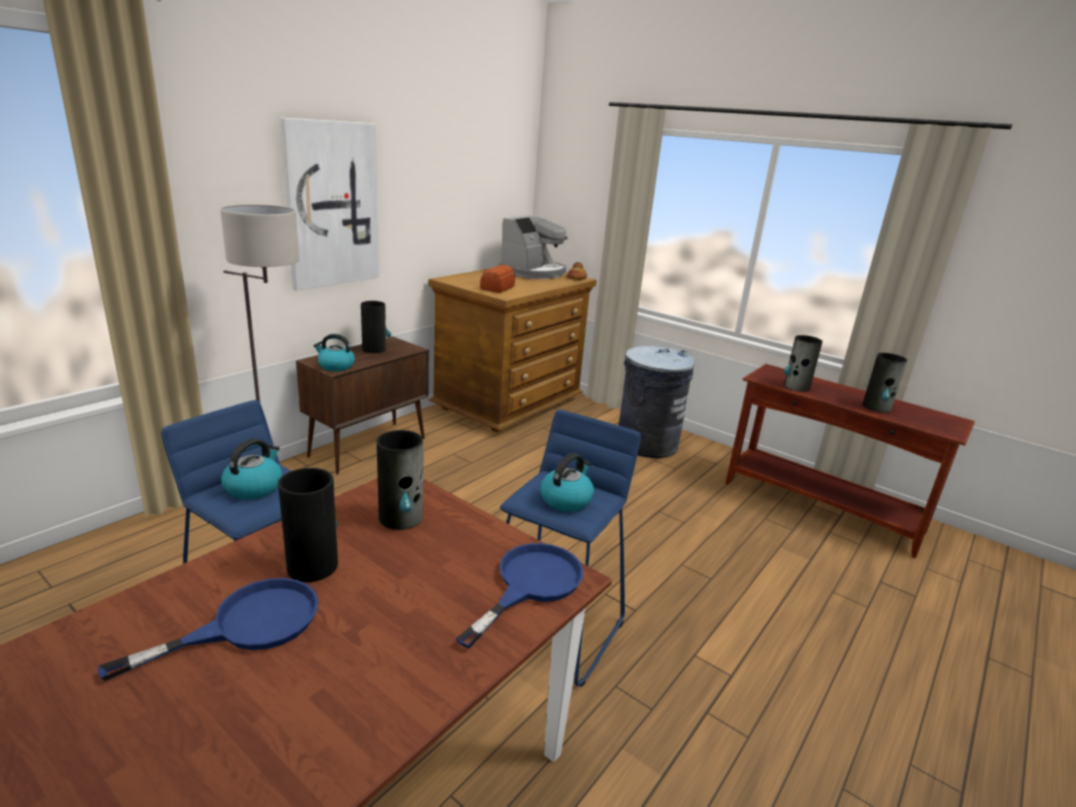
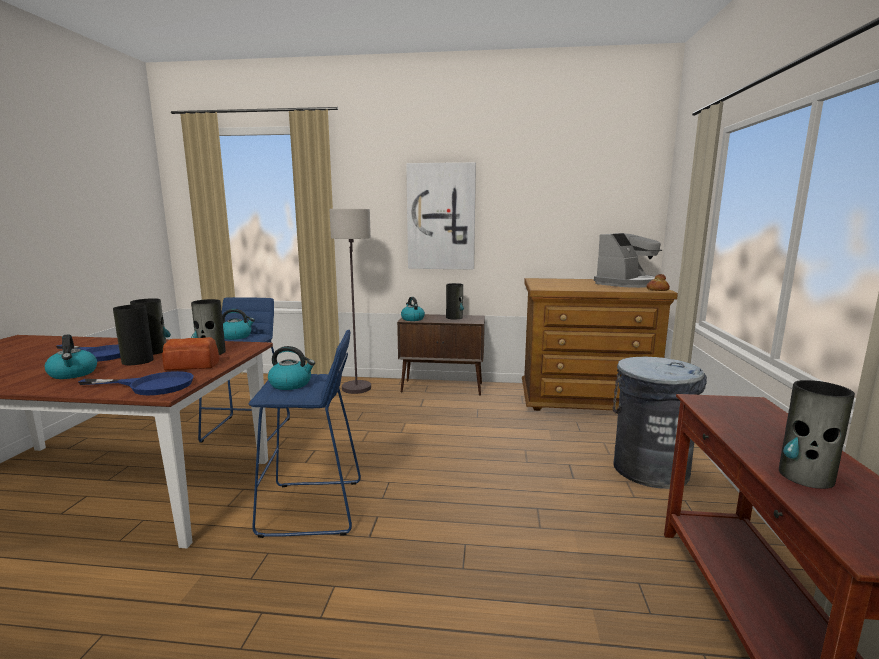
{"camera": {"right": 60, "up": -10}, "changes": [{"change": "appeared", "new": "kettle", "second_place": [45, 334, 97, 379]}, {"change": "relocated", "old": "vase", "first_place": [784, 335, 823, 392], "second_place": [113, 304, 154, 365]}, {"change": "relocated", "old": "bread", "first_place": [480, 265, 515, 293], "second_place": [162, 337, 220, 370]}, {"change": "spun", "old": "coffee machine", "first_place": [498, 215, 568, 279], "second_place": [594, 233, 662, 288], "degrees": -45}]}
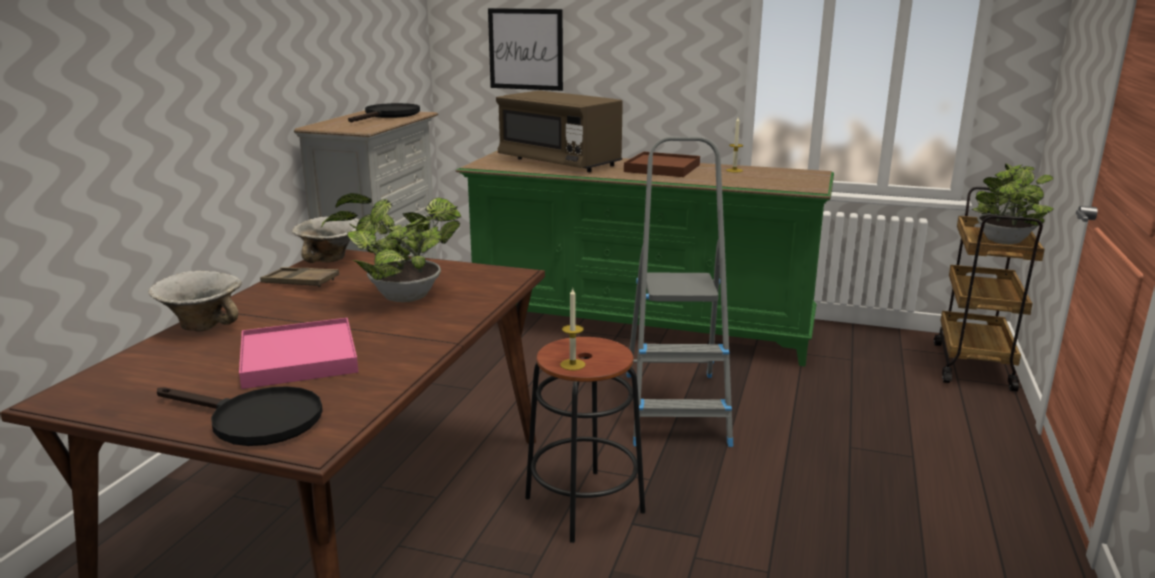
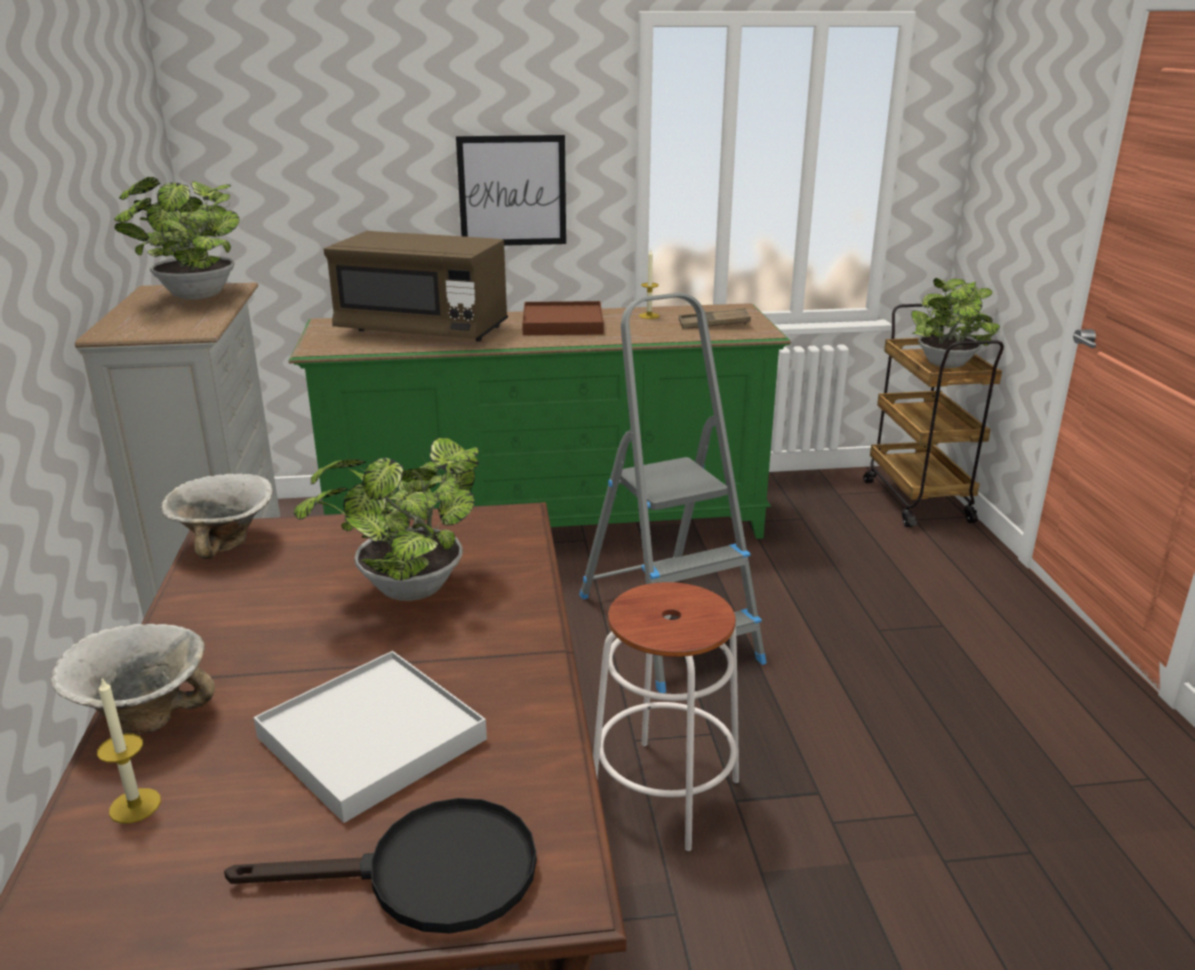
{"camera": {"right": -25, "up": 5}, "changes": [{"change": "relocated", "old": "candle", "first_place": [560, 288, 585, 370], "second_place": [97, 678, 161, 823]}, {"change": "exchanged", "old": "frying pan (black)", "new": "potted plant", "first_place": [348, 103, 420, 122], "second_place": [114, 177, 239, 300]}, {"change": "colour", "old": "tray (pink)", "new": "tray (white)", "first_place": [239, 318, 358, 389], "second_place": [253, 651, 487, 823]}, {"change": "relocated", "old": "picture", "first_place": [488, 8, 563, 91], "second_place": [456, 135, 566, 246]}, {"change": "colour", "old": "stool (black)", "new": "stool (white)", "first_place": [525, 337, 645, 543], "second_place": [593, 582, 739, 851]}, {"change": "relocated", "old": "tray (brown)", "first_place": [260, 267, 340, 287], "second_place": [679, 308, 751, 329]}]}
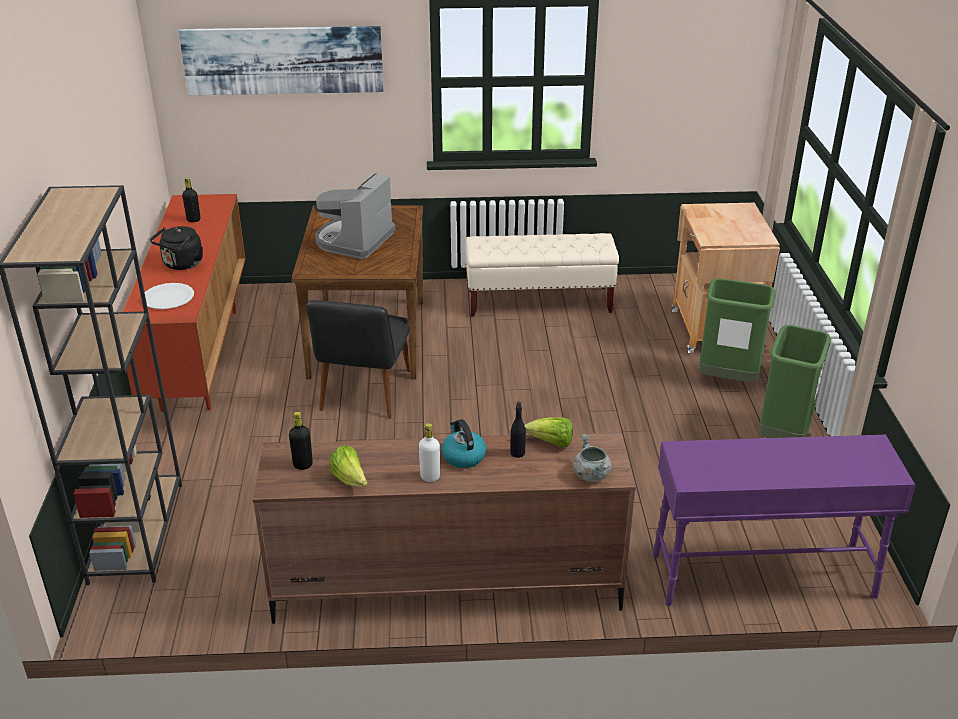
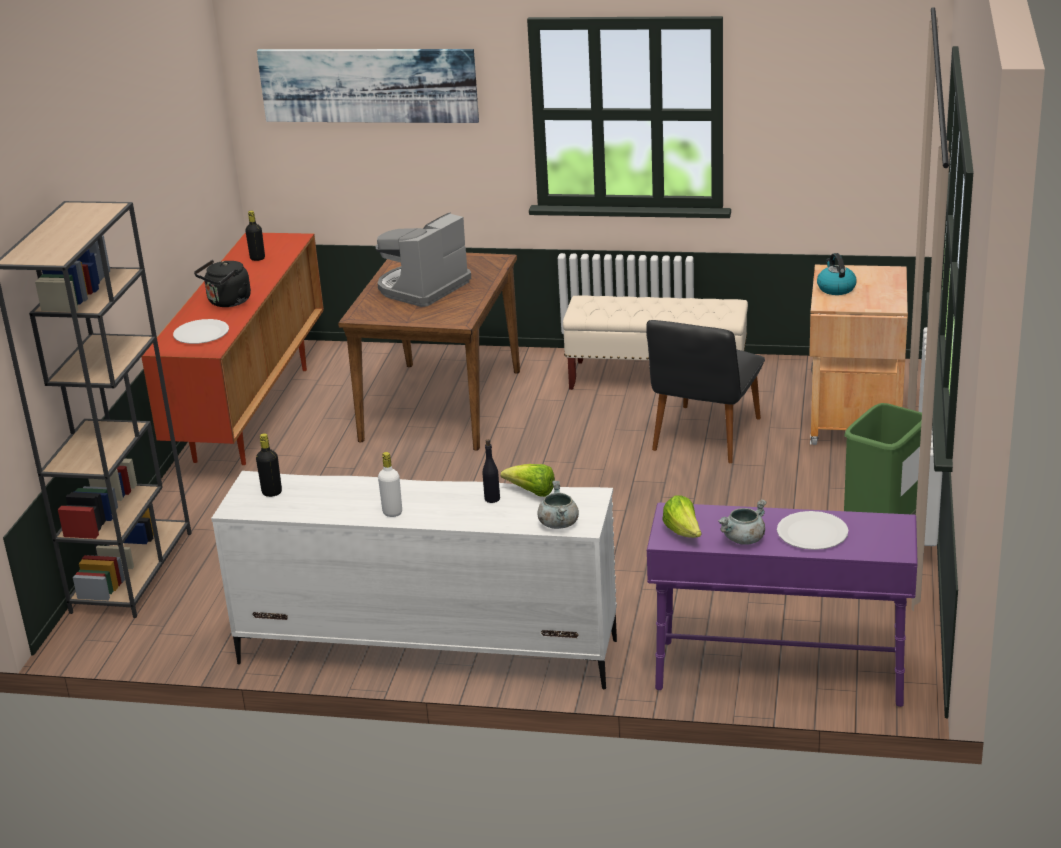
{"camera": {"right": 15, "up": -5}, "changes": [{"change": "colour", "old": "dresser (brown)", "new": "dresser (white)", "first_place": [253, 432, 636, 624], "second_place": [211, 471, 617, 690]}, {"change": "relocated", "old": "chair (black)", "first_place": [306, 300, 411, 419], "second_place": [646, 320, 765, 463]}, {"change": "relocated", "old": "lettuce", "first_place": [329, 445, 368, 487], "second_place": [662, 495, 702, 538]}, {"change": "appeared", "new": "cooking pot (grey)", "second_place": [718, 499, 767, 545]}, {"change": "appeared", "new": "plate (white)", "second_place": [777, 511, 848, 550]}, {"change": "relocated", "old": "kettle", "first_place": [442, 419, 486, 468], "second_place": [817, 253, 857, 295]}, {"change": "missing", "old": "trash can (green)", "first_place": [699, 278, 775, 382]}]}
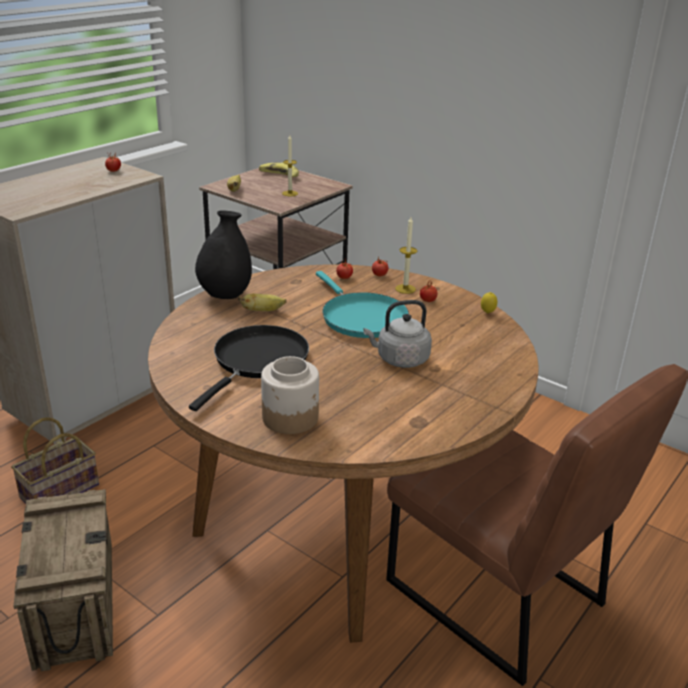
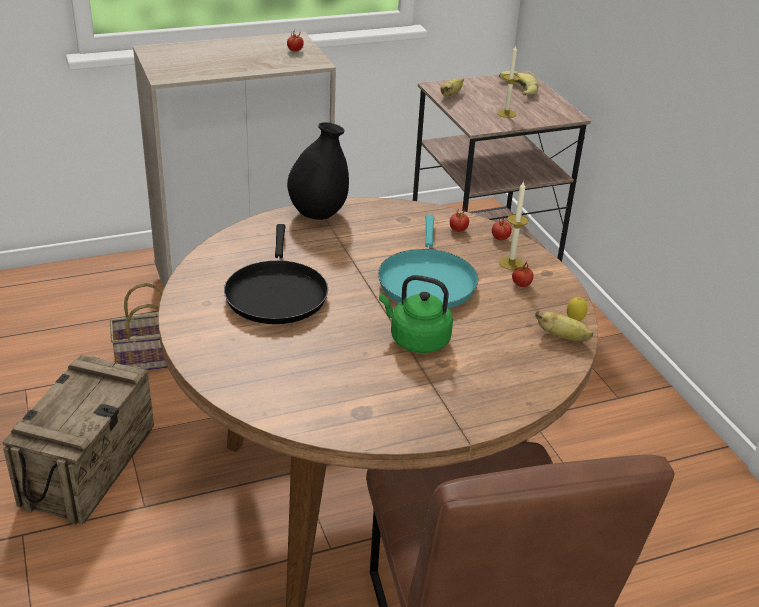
{"camera": {"right": 30, "up": 5}, "changes": [{"change": "spun", "old": "frying pan (black)", "first_place": [189, 325, 309, 411], "second_place": [224, 224, 328, 324], "degrees": 120}, {"change": "colour", "old": "kettle (grey)", "new": "kettle (green)", "first_place": [363, 300, 432, 368], "second_place": [379, 275, 453, 353]}, {"change": "relocated", "old": "banana", "first_place": [238, 294, 287, 311], "second_place": [535, 311, 593, 341]}, {"change": "missing", "old": "jar", "first_place": [261, 356, 319, 434]}]}
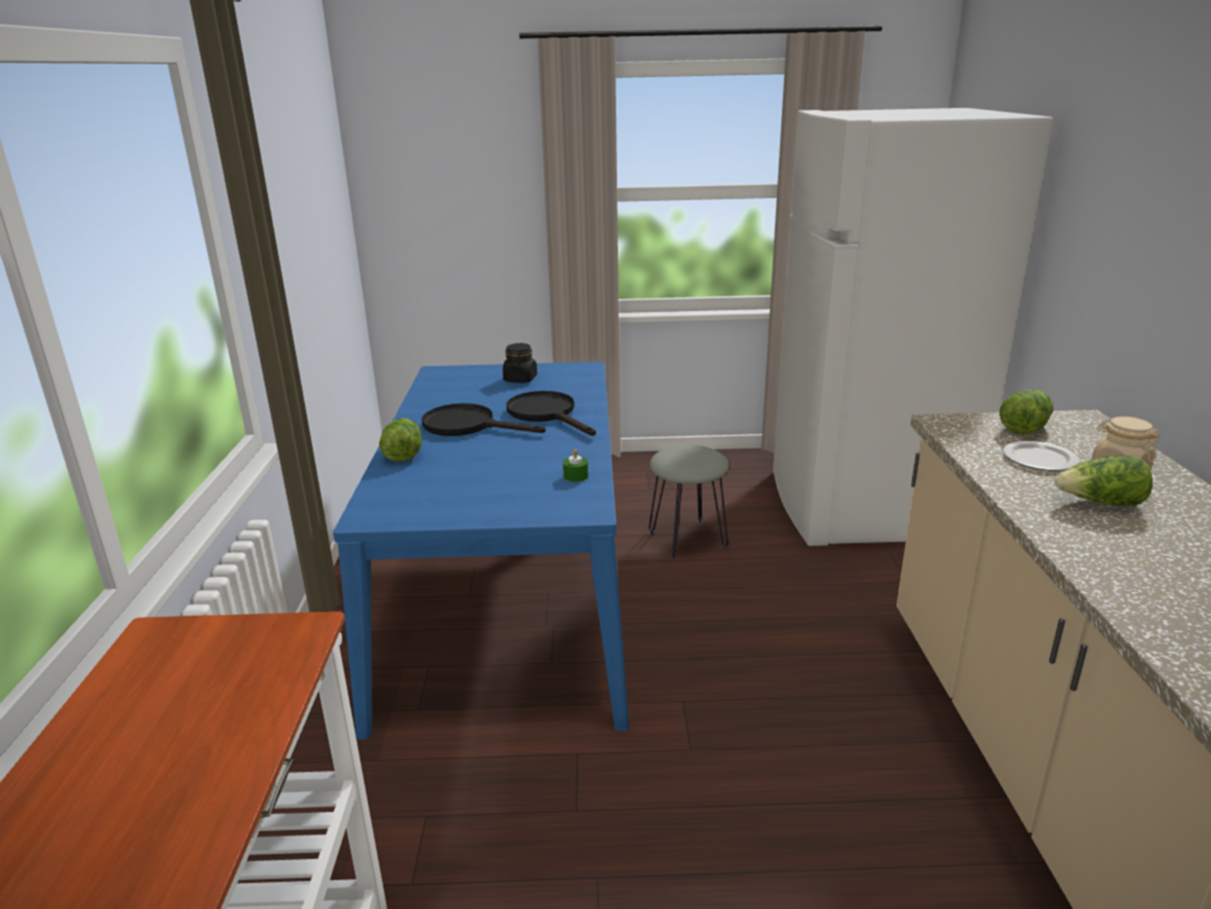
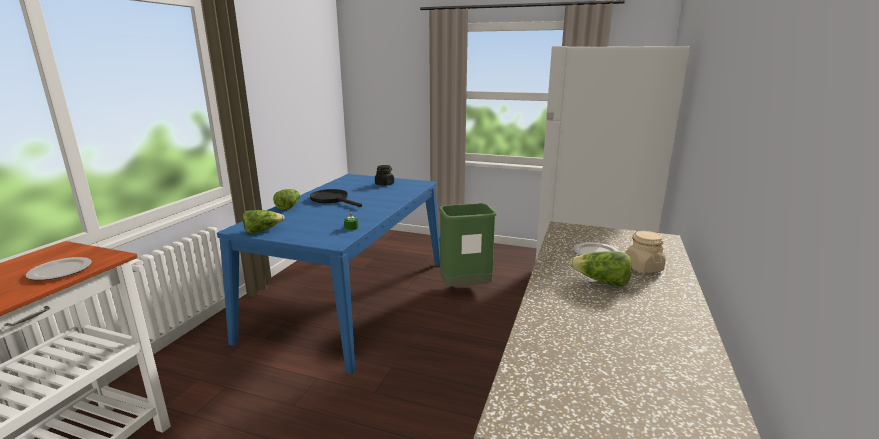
{"camera": {"right": 20, "up": -5}, "changes": [{"change": "appeared", "new": "plate", "second_place": [26, 257, 92, 280]}, {"change": "relocated", "old": "lettuce", "first_place": [999, 390, 1053, 435], "second_place": [242, 210, 284, 233]}, {"change": "exchanged", "old": "stool (grey)", "new": "trash can (green)", "first_place": [649, 444, 729, 561], "second_place": [439, 203, 497, 286]}, {"change": "missing", "old": "frying pan (black)", "first_place": [506, 391, 596, 436]}]}
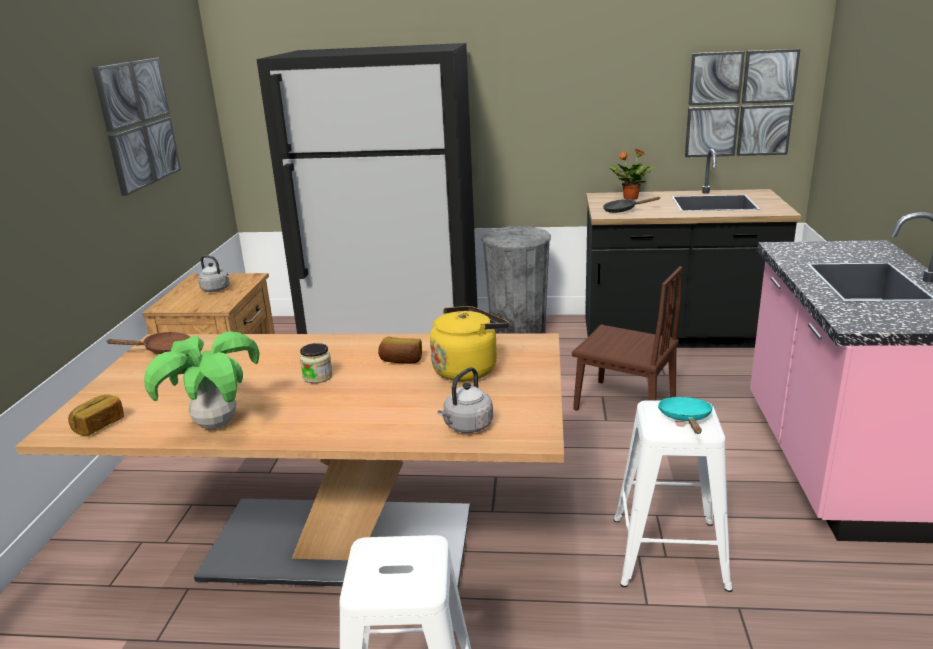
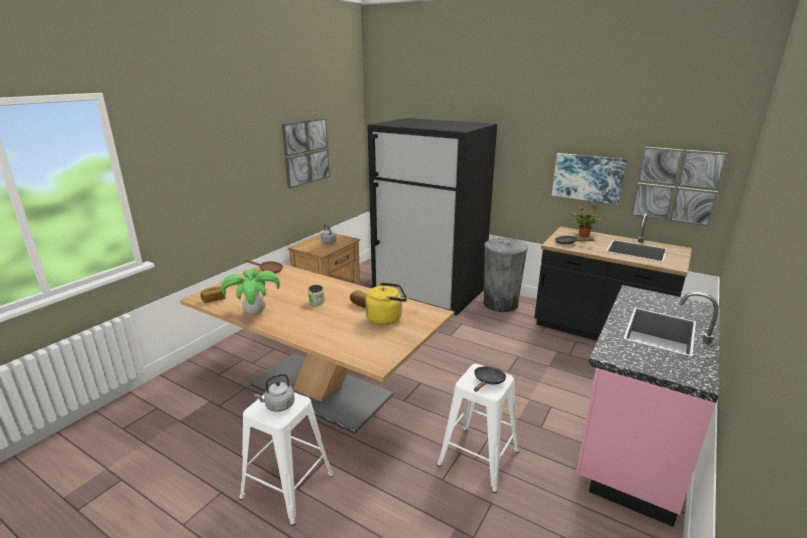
{"camera": {"right": 25, "up": 0}, "changes": [{"change": "relocated", "old": "kettle (grey)", "first_place": [438, 367, 493, 433], "second_place": [254, 373, 295, 412]}, {"change": "colour", "old": "frying pan (turquoise)", "new": "frying pan (black)", "first_place": [658, 397, 713, 434], "second_place": [474, 366, 506, 392]}, {"change": "appeared", "new": "picture", "second_place": [552, 153, 627, 205]}, {"change": "missing", "old": "chair (brown)", "first_place": [572, 266, 682, 411]}]}
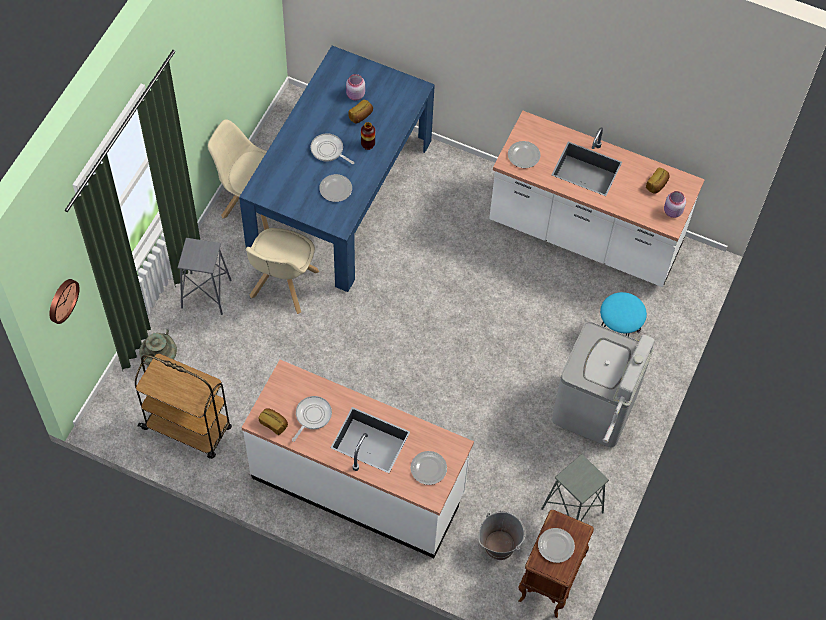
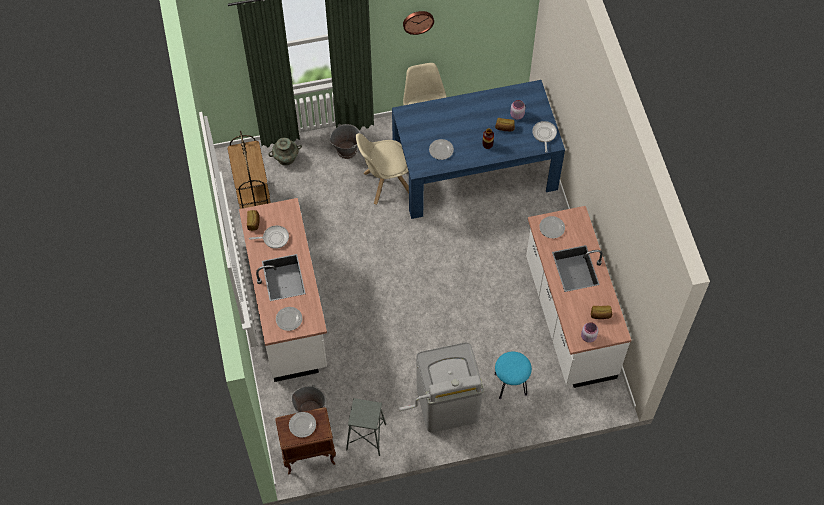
{"camera": {"right": 55, "up": 0}, "changes": [{"change": "exchanged", "old": "stool (grey)", "new": "bucket (grey)", "first_place": [178, 238, 232, 315], "second_place": [329, 124, 361, 159]}, {"change": "relocated", "old": "wall clock", "first_place": [49, 279, 80, 324], "second_place": [403, 11, 434, 35]}, {"change": "relocated", "old": "frying pan", "first_place": [311, 133, 354, 164], "second_place": [532, 121, 557, 153]}]}
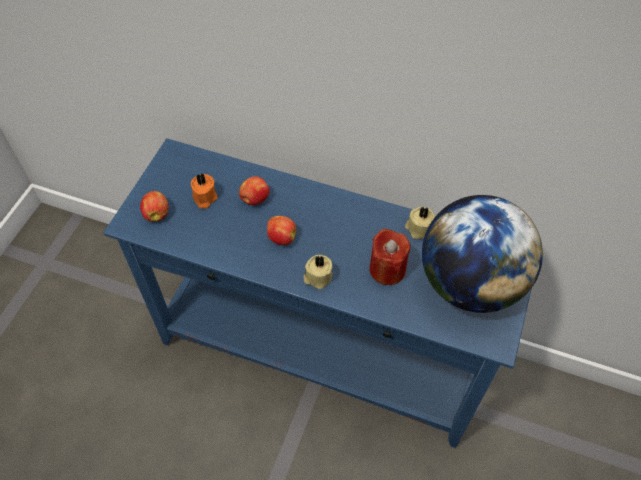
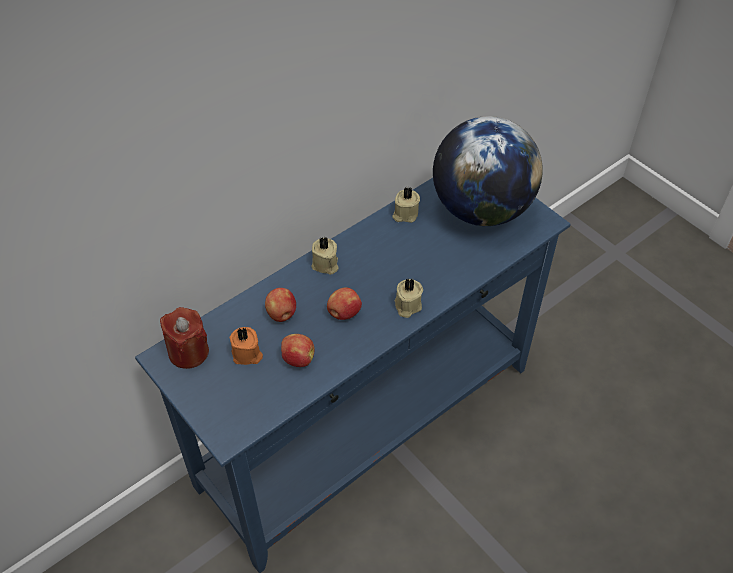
{"camera": {"right": -60, "up": -5}, "changes": [{"change": "relocated", "old": "candle (red)", "first_place": [369, 228, 410, 285], "second_place": [160, 307, 209, 369]}, {"change": "relocated", "old": "apple", "first_place": [140, 191, 169, 222], "second_place": [281, 334, 315, 367]}, {"change": "appeared", "new": "candle (beige)", "second_place": [312, 237, 339, 275]}]}
